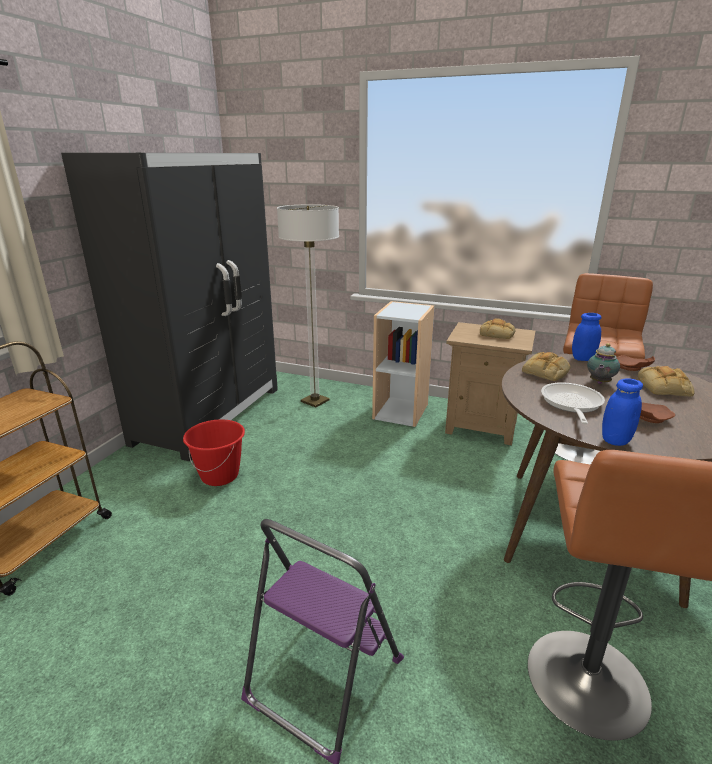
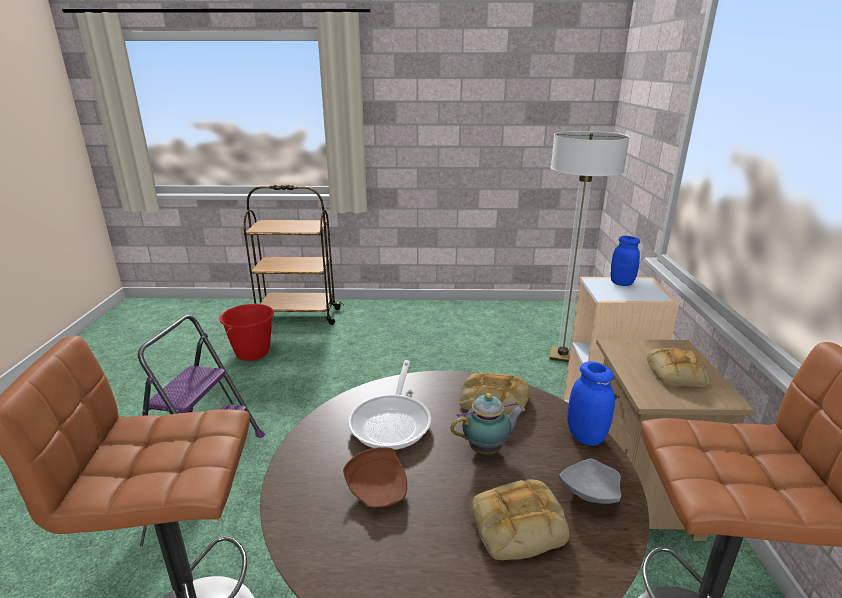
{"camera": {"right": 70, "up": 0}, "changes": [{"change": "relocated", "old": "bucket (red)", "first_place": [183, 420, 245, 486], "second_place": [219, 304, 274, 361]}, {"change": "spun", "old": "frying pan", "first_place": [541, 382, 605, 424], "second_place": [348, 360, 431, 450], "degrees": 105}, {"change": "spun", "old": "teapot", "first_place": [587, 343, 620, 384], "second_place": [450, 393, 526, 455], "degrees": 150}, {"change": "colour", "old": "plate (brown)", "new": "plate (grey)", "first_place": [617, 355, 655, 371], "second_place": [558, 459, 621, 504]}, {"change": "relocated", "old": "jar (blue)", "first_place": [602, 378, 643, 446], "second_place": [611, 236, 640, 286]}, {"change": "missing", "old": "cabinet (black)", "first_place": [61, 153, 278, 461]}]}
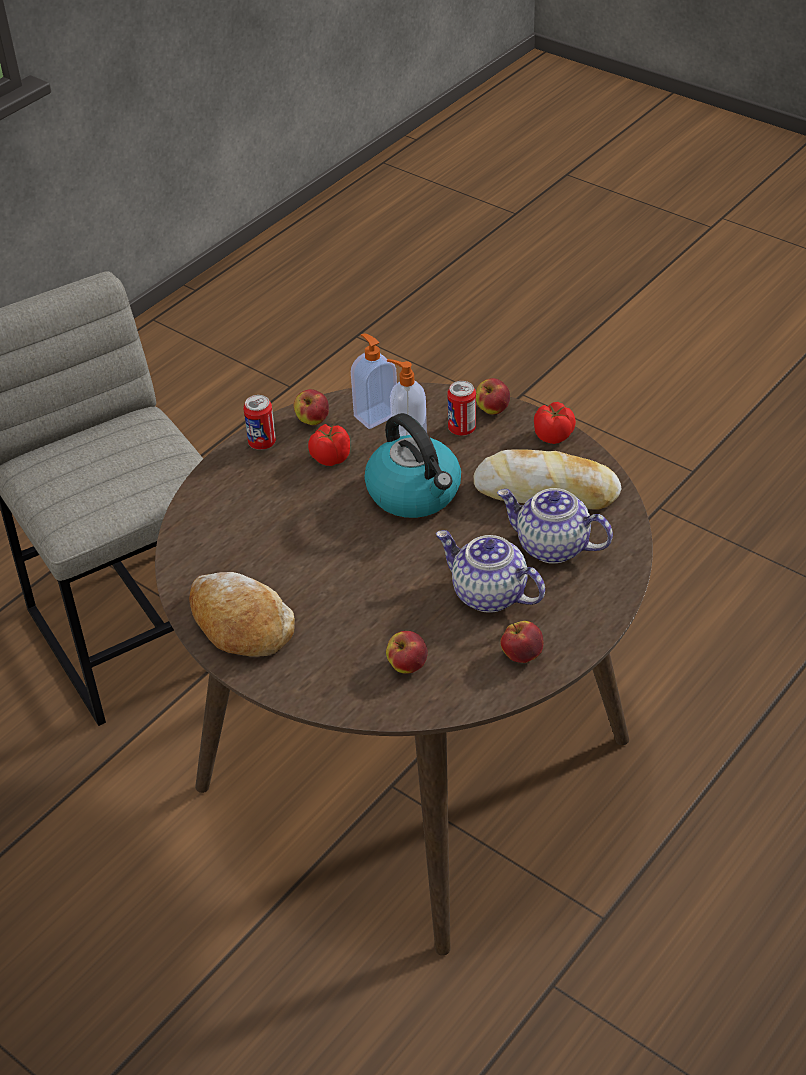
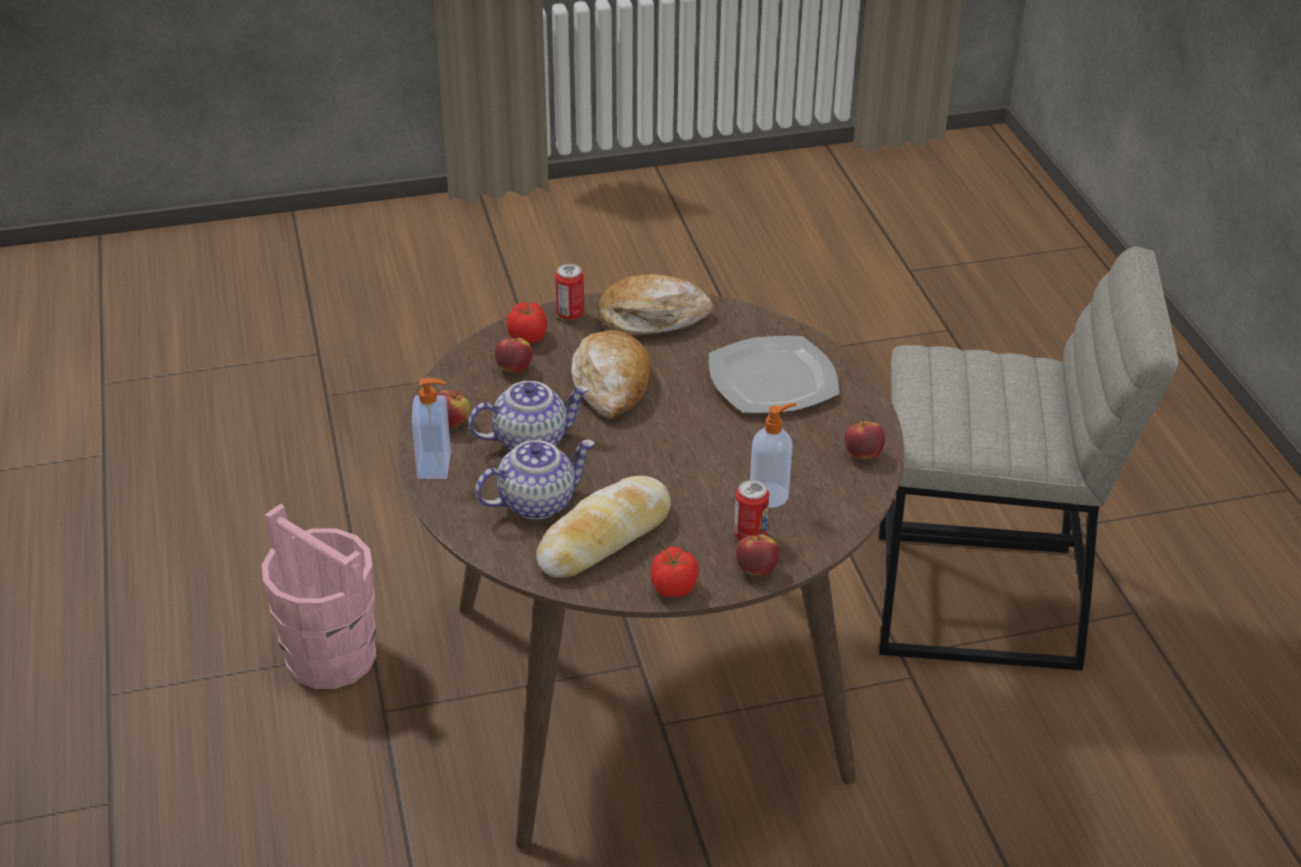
{"camera": {"right": 125, "up": -5}, "changes": [{"change": "appeared", "new": "bucket (pink)", "second_place": [262, 504, 376, 689]}, {"change": "relocated", "old": "soap dispenser", "first_place": [351, 334, 397, 429], "second_place": [412, 378, 451, 479]}, {"change": "relocated", "old": "tomato", "first_place": [308, 424, 350, 466], "second_place": [506, 302, 547, 344]}, {"change": "relocated", "old": "can", "first_place": [243, 395, 276, 450], "second_place": [555, 264, 584, 320]}, {"change": "appeared", "new": "bread", "second_place": [572, 330, 651, 419]}, {"change": "appeared", "new": "plate", "second_place": [709, 336, 840, 413]}, {"change": "missing", "old": "kettle", "first_place": [364, 413, 461, 518]}]}
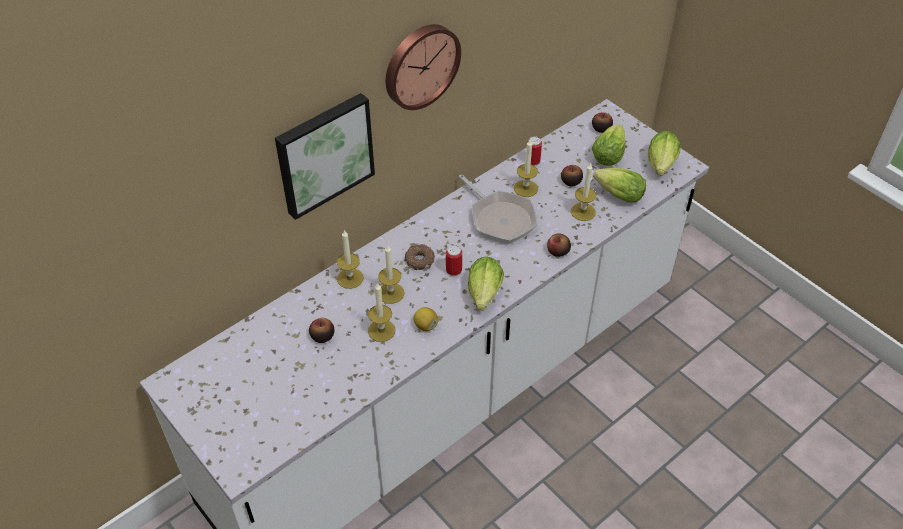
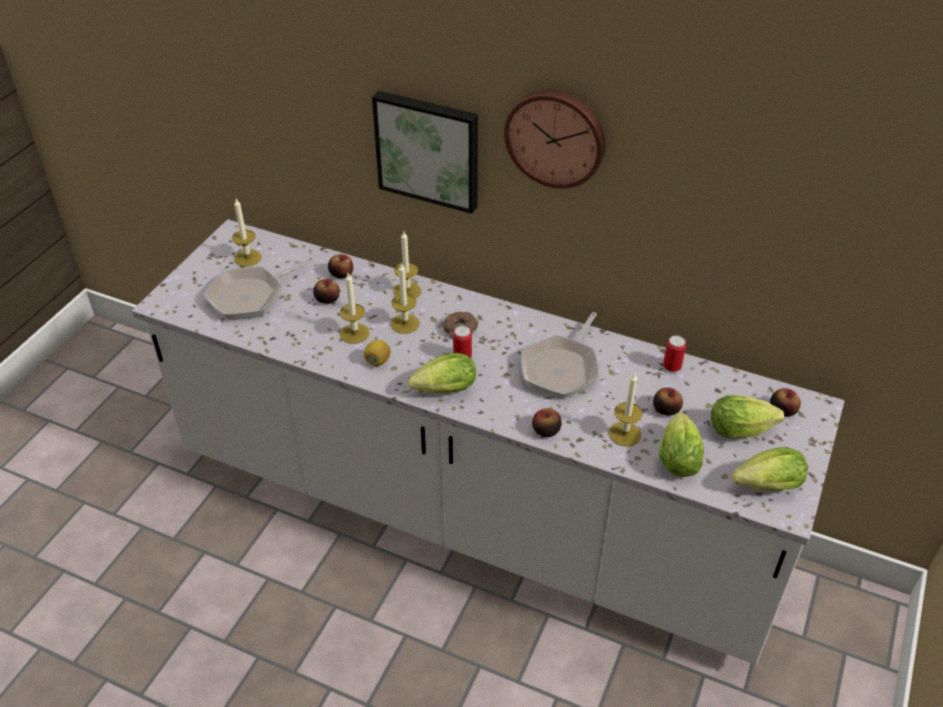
{"camera": {"right": 65, "up": -5}, "changes": [{"change": "appeared", "new": "frying pan", "second_place": [203, 257, 314, 320]}, {"change": "relocated", "old": "candle", "first_place": [514, 140, 538, 197], "second_place": [232, 199, 262, 267]}, {"change": "appeared", "new": "apple", "second_place": [328, 254, 353, 279]}]}
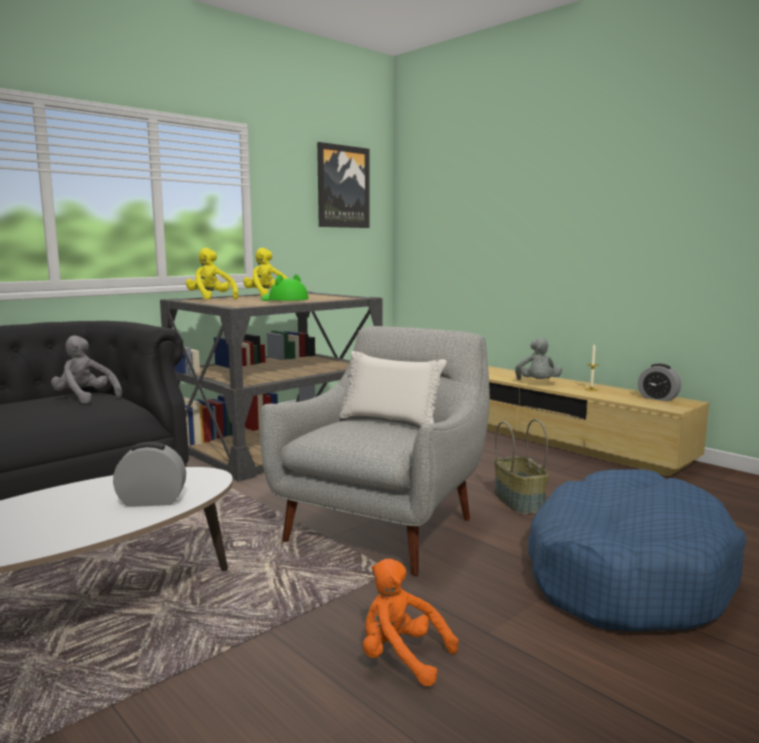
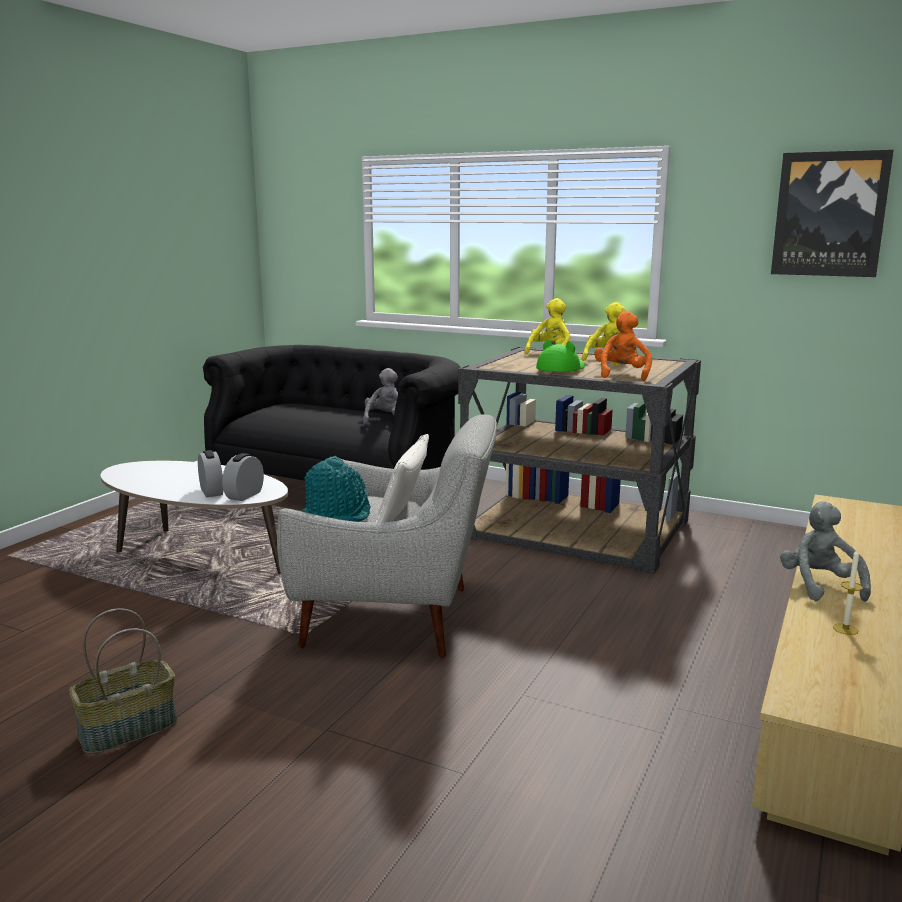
{"camera": {"right": 70, "up": 5}, "changes": [{"change": "relocated", "old": "basket", "first_place": [494, 419, 549, 515], "second_place": [69, 608, 177, 754]}, {"change": "relocated", "old": "alarm clock", "first_place": [638, 364, 681, 402], "second_place": [222, 453, 264, 501]}, {"change": "appeared", "new": "hat (turquoise)", "second_place": [302, 456, 371, 522]}, {"change": "relocated", "old": "plush toy (orange)", "first_place": [363, 559, 458, 686], "second_place": [594, 311, 652, 381]}, {"change": "spun", "old": "plush toy (grey)", "first_place": [515, 337, 562, 380], "second_place": [780, 501, 871, 602], "degrees": 105}, {"change": "missing", "old": "dog bed (blue)", "first_place": [528, 469, 747, 631]}]}
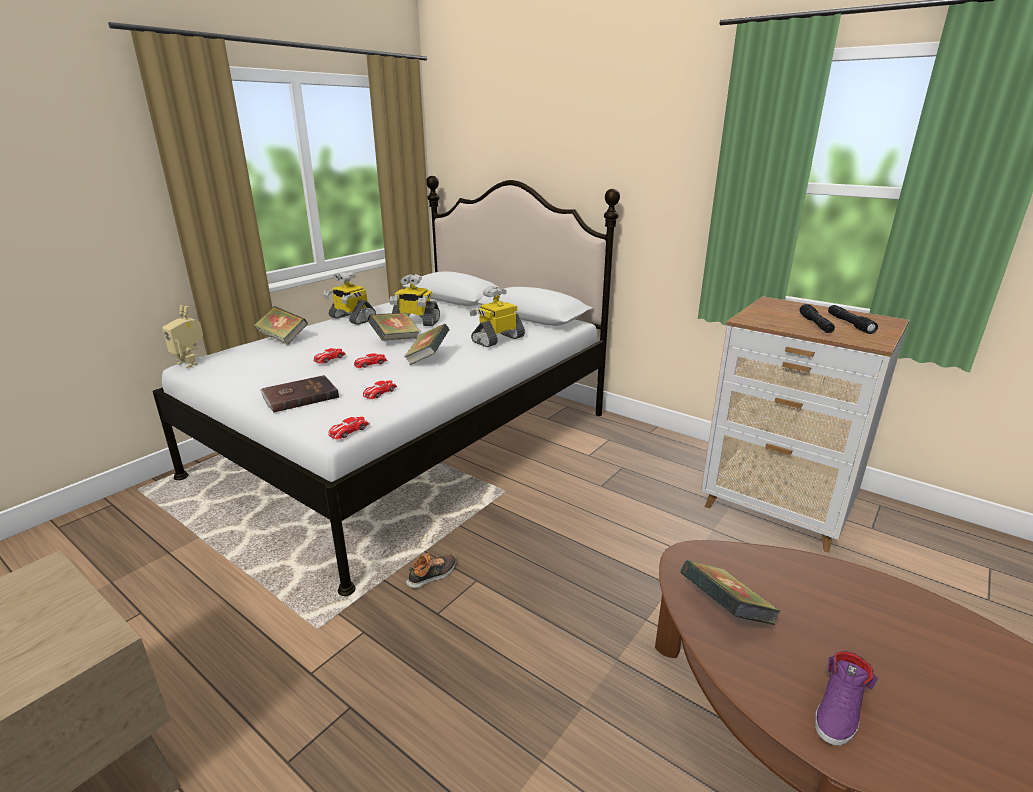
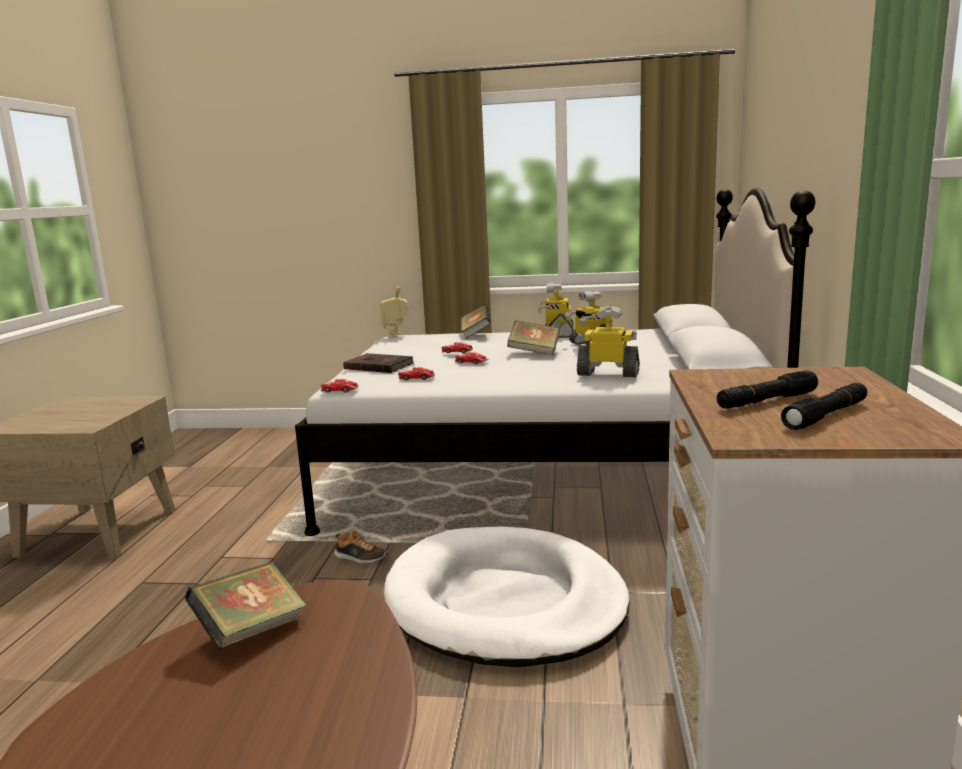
{"camera": {"right": 60, "up": -10}, "changes": [{"change": "appeared", "new": "dog bed (white)", "second_place": [384, 526, 630, 667]}, {"change": "missing", "old": "book", "first_place": [404, 324, 449, 365]}, {"change": "missing", "old": "shoe (purple)", "first_place": [815, 651, 878, 746]}]}
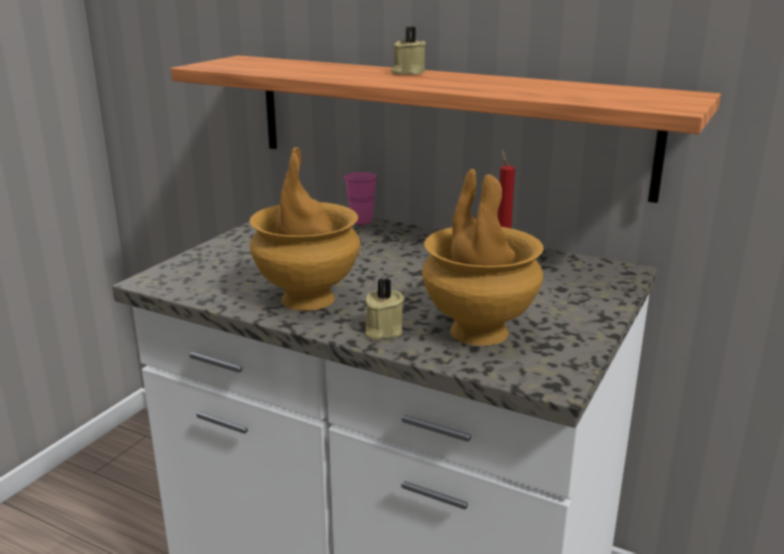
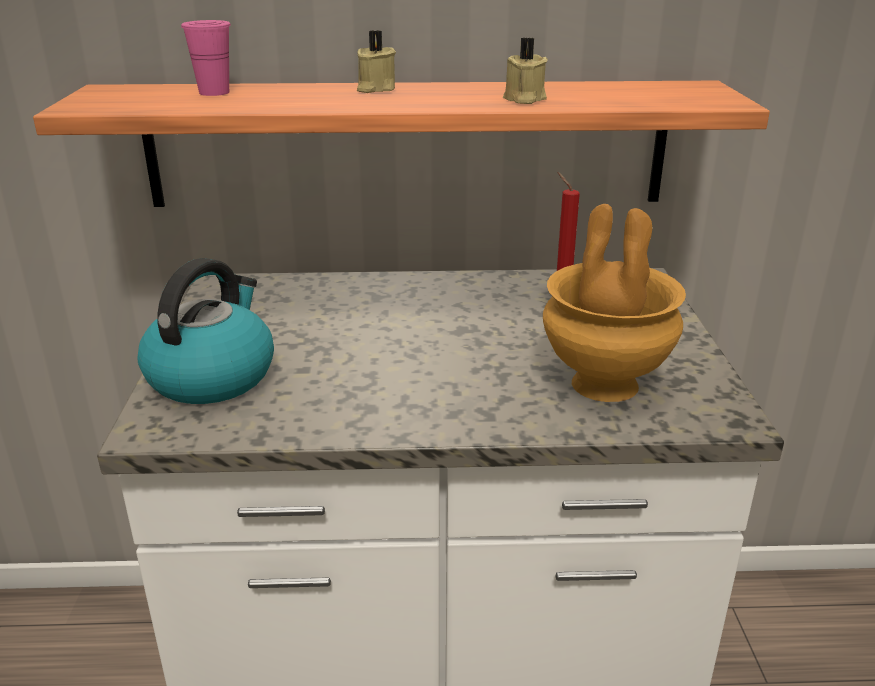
{"camera": {"right": -30, "up": 5}, "changes": [{"change": "appeared", "new": "kettle", "second_place": [137, 258, 274, 404]}, {"change": "relocated", "old": "cup (pink)", "first_place": [344, 172, 378, 225], "second_place": [181, 20, 231, 96]}, {"change": "relocated", "old": "candle (beige)", "first_place": [365, 278, 405, 341], "second_place": [503, 38, 548, 104]}, {"change": "missing", "old": "vase (brown)", "first_place": [249, 147, 360, 311]}]}
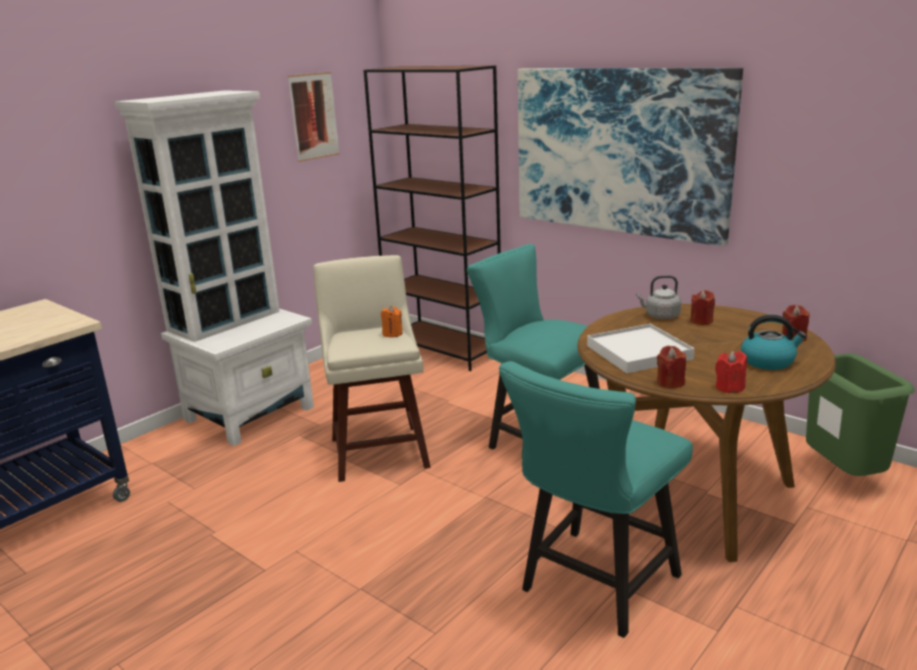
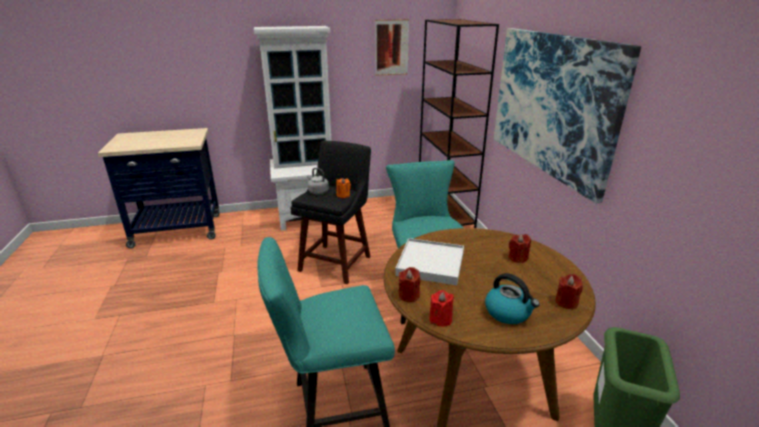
{"camera": {"right": 35, "up": 5}, "changes": [{"change": "colour", "old": "stool (beige)", "new": "stool (black)", "first_place": [313, 255, 431, 482], "second_place": [291, 141, 371, 284]}, {"change": "relocated", "old": "kettle (grey)", "first_place": [636, 275, 681, 319], "second_place": [307, 168, 329, 195]}]}
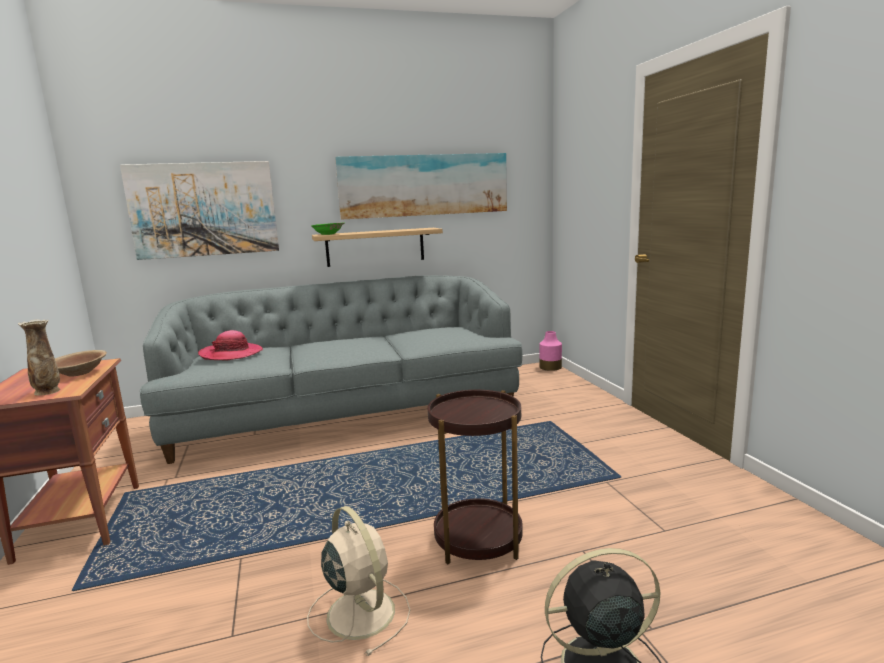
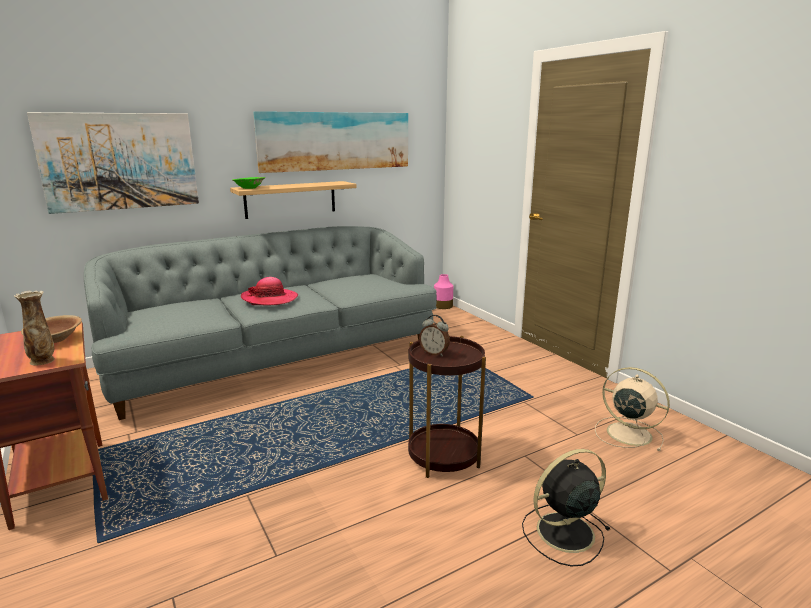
{"camera": {"right": -15, "up": 5}, "changes": [{"change": "relocated", "old": "hat", "first_place": [198, 330, 263, 360], "second_place": [241, 277, 298, 305]}, {"change": "appeared", "new": "alarm clock", "second_place": [419, 315, 450, 356]}, {"change": "relocated", "old": "fan (beige)", "first_place": [307, 506, 410, 656], "second_place": [595, 367, 670, 451]}]}
